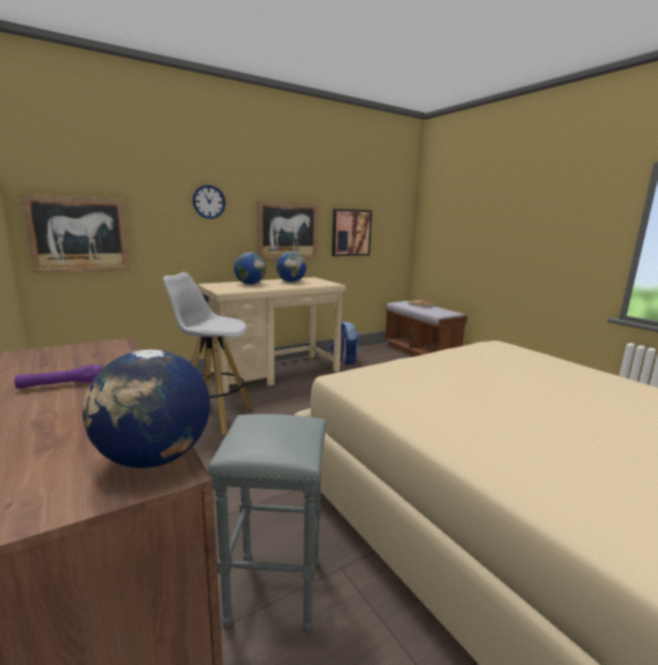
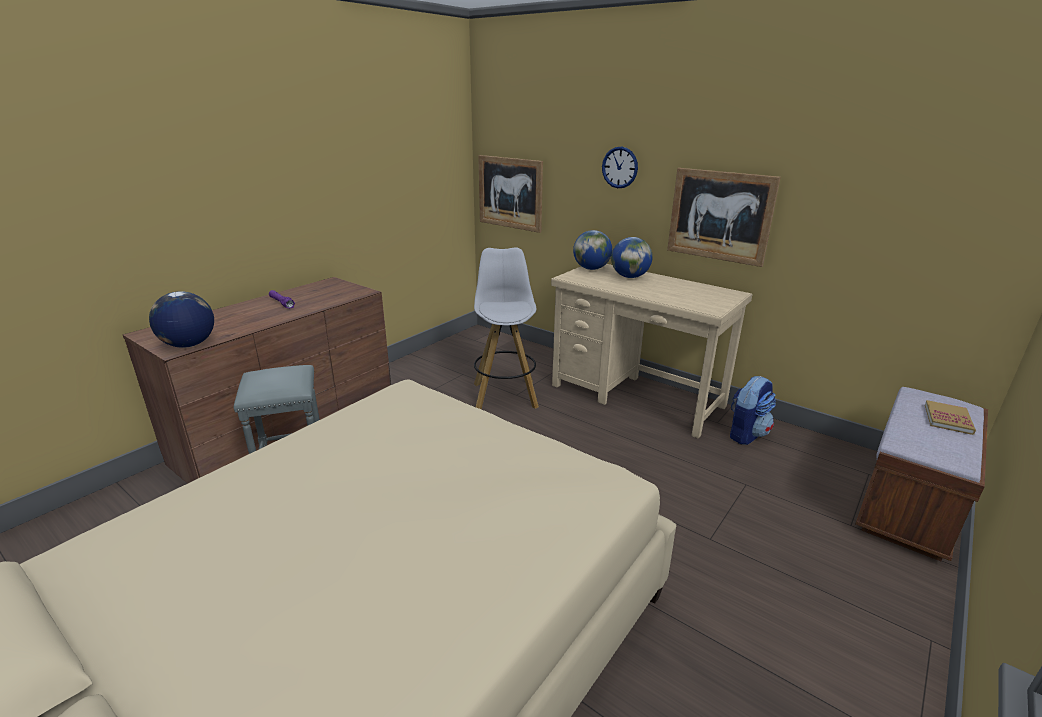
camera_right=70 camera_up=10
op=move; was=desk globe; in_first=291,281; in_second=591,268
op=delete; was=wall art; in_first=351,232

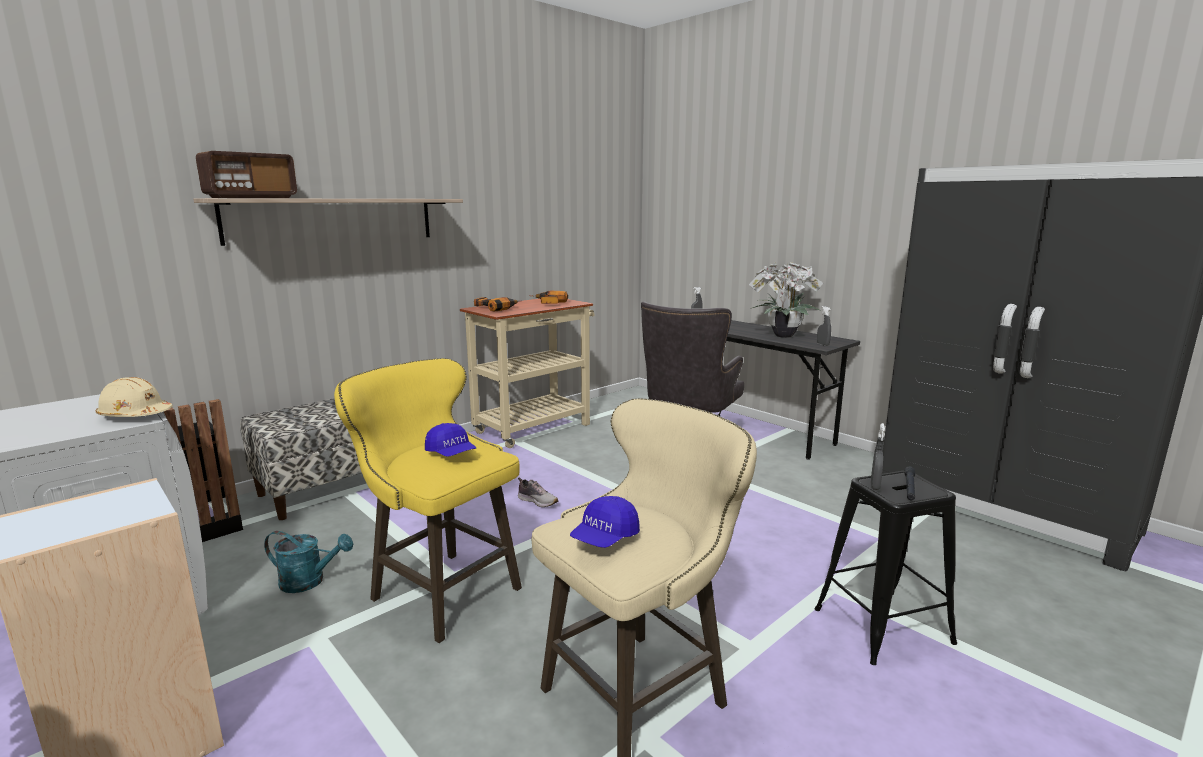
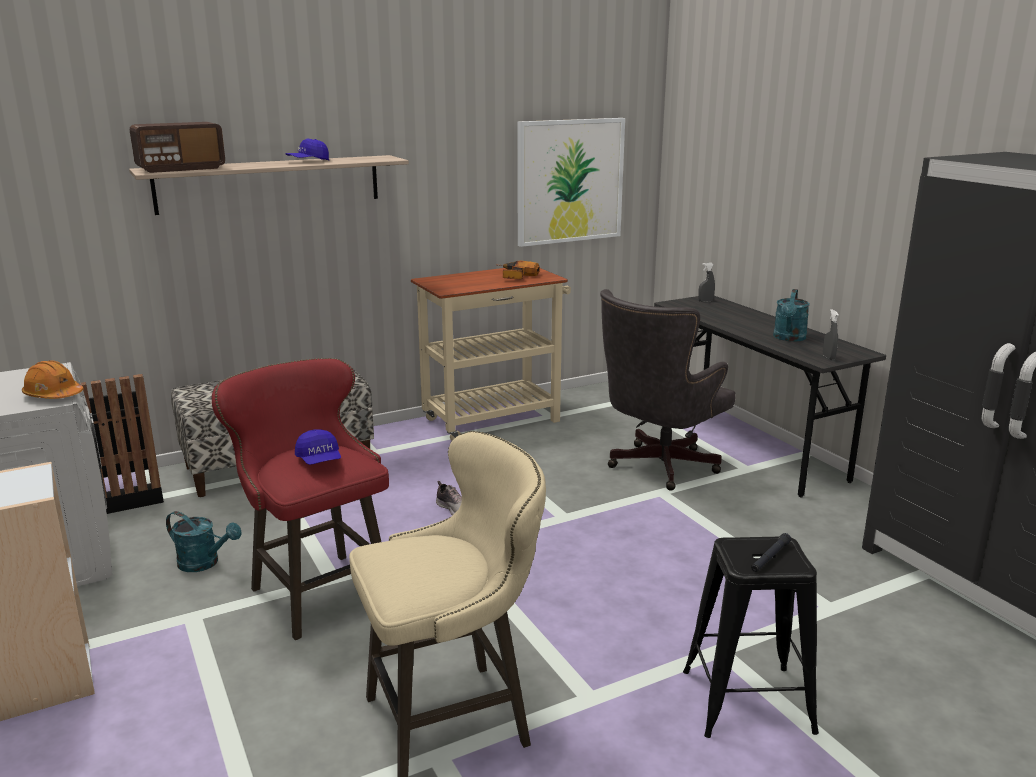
camera_right=15 camera_up=5
op=recolor; was=beige-coloured work helmet; now=orange work helmet; in_first=135,415; in_second=53,395
op=recolor; was=yellow sitting stool; now=red-coloured sitting stool; in_first=442,591; in_second=318,591
op=move; was=blue baseball cap; in_first=605,538; in_second=308,161
op=insert; now=wall art; in_second=570,181
op=replace; was=houseplant; now=turquoise-coloured watering can; in_first=781,335; in_second=789,338
op=delete; was=drill; in_first=496,308
op=delete; was=gray sprayer; in_first=875,486

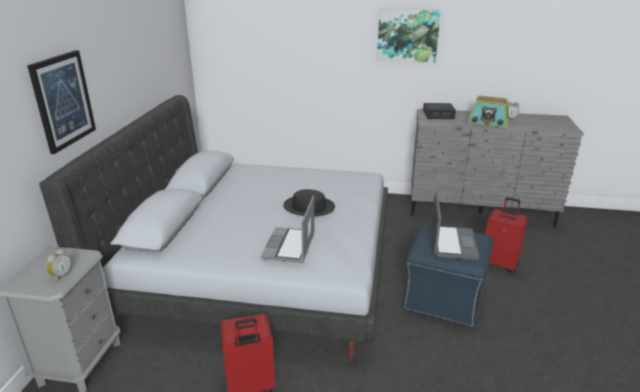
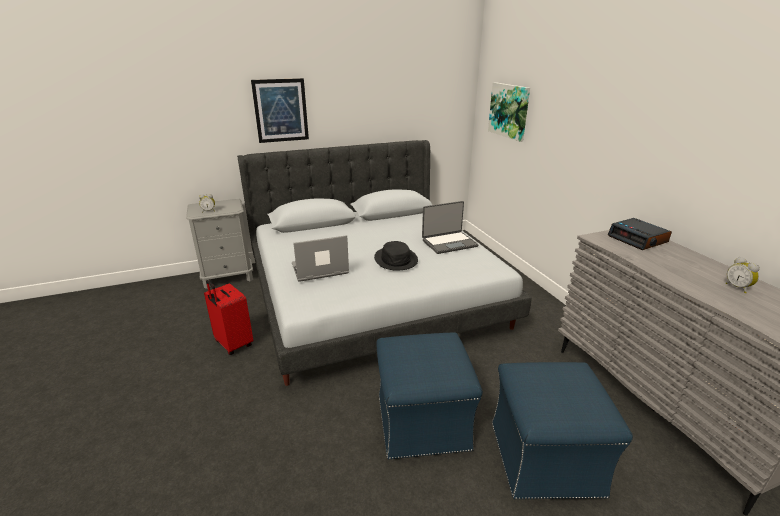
camera_right=60 camera_up=0
op=move; was=notebook computer; in_first=452,243; in_second=449,243
op=move; was=wall art; in_first=407,35; in_second=509,111
op=replace; was=red-coloured suitcase; now=blue ottoman; in_first=499,264; in_second=545,459
op=delete; was=radio receiver; in_first=487,122

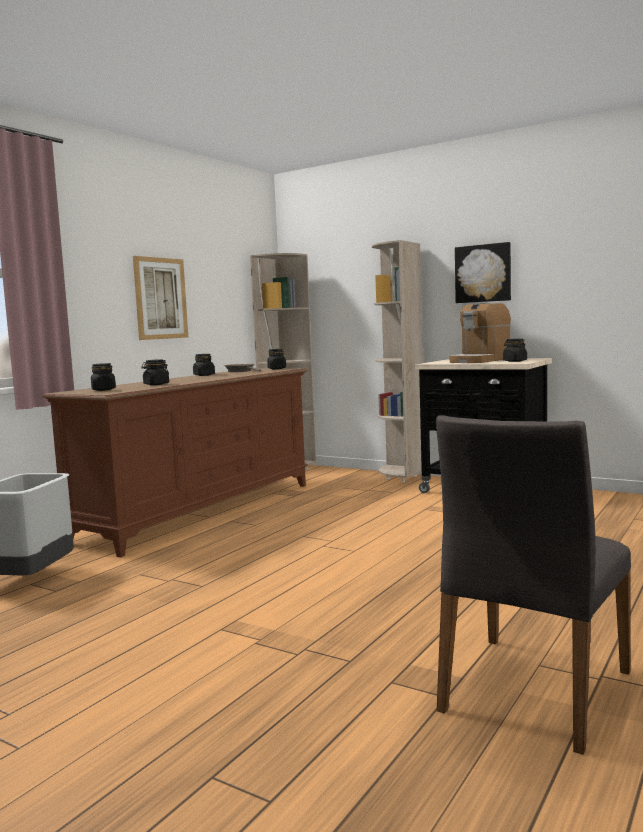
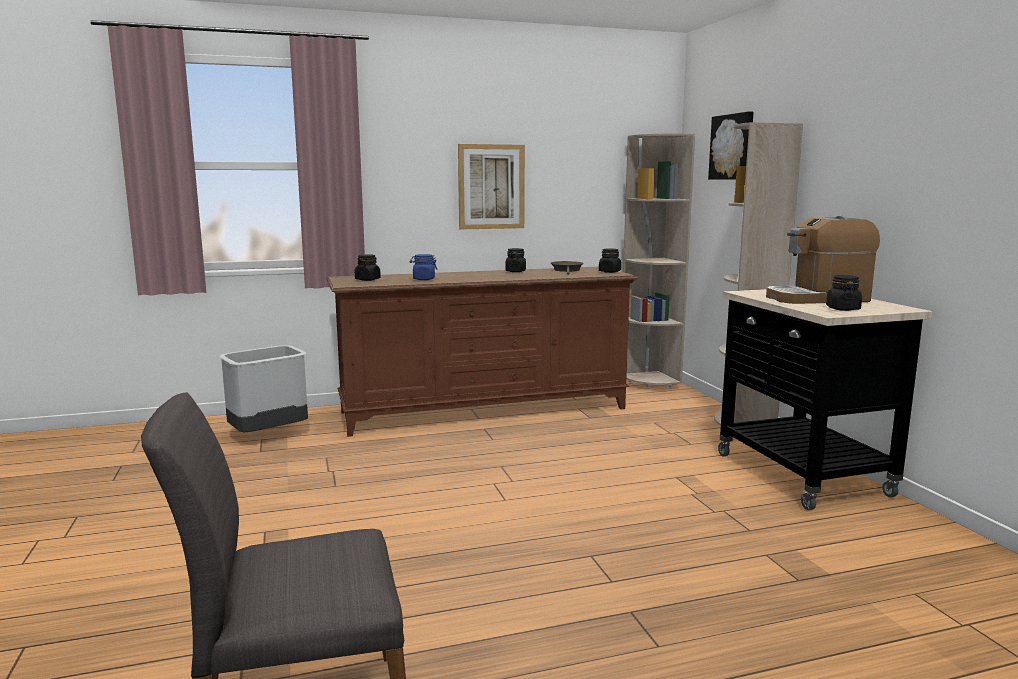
camera_right=40 camera_up=5
op=recolor; was=blackish storage jar; now=blue storage jar; in_first=156,384; in_second=423,279
op=move; was=wall art; in_first=483,273; in_second=732,147

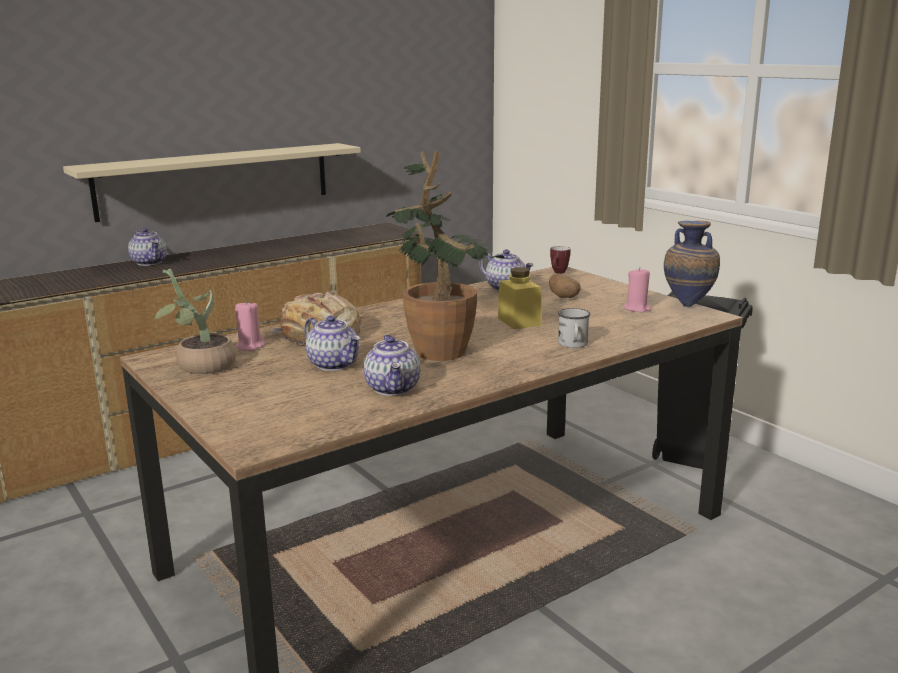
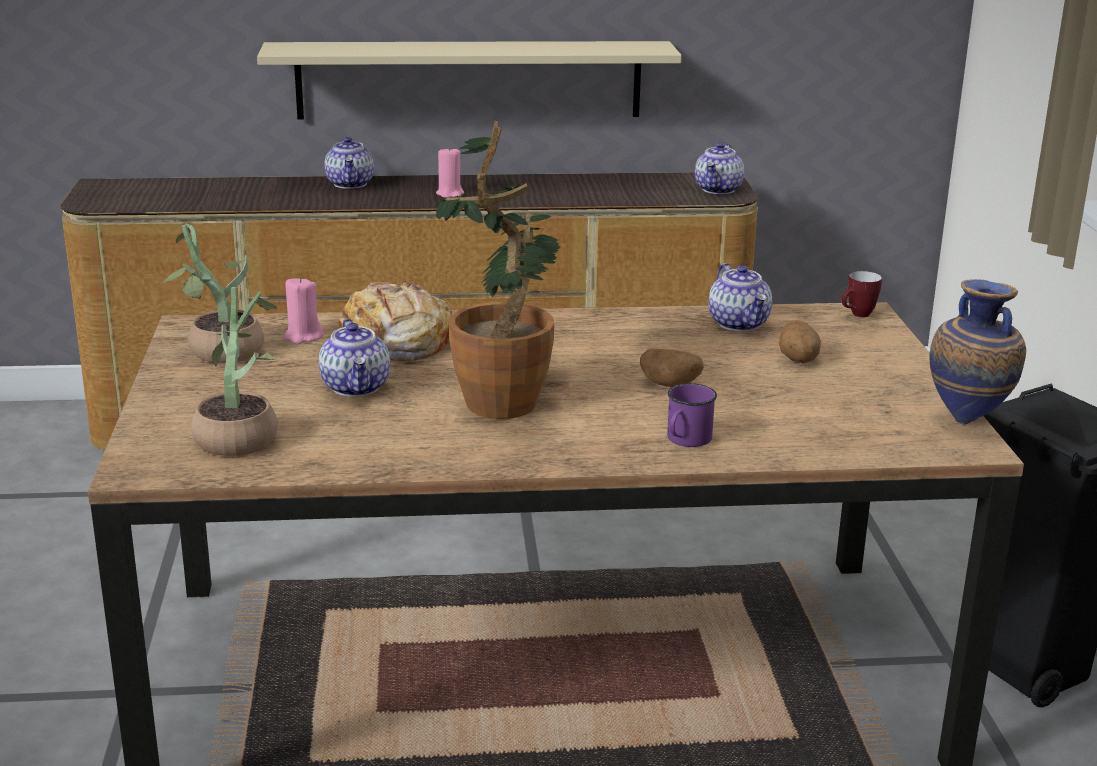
camera_right=30 camera_up=5
op=insert; now=houseplant; in_second=240,435
op=move; was=pink-coloured wax candle; in_first=637,309; in_second=450,194
op=replace; was=yellow storage jar; now=whole potato; in_first=519,321; in_second=670,384
op=recolor; was=white-coloured coffee mug; now=purple-coloured coffee mug; in_first=573,345; in_second=685,440
op=move; was=tea pot; in_first=393,388; in_second=718,190

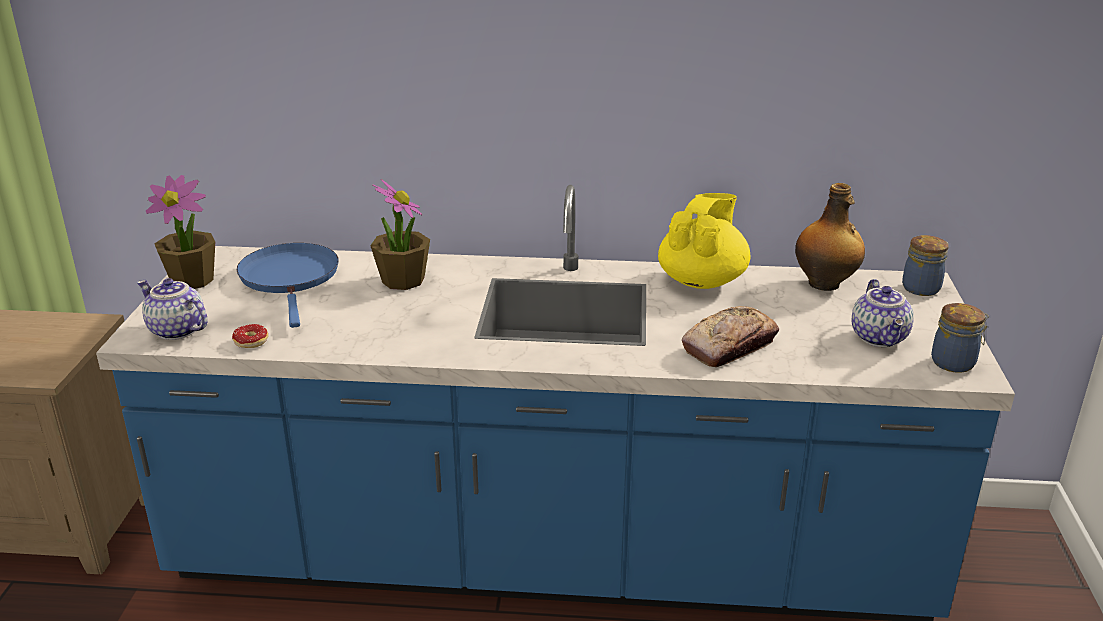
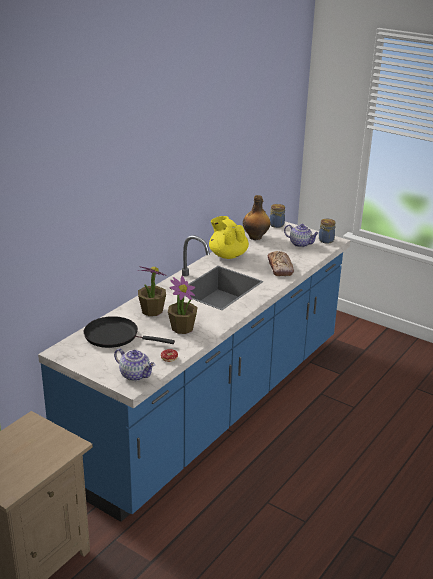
camera_right=-60 camera_up=0
op=recolor; was=blue pan; now=blackish pan; in_first=290,278; in_second=115,336
op=rotate; was=tea pot; in_first=175,331; in_second=135,375; clockwise=-120
op=move; was=houseplant; in_first=192,280; in_second=182,328

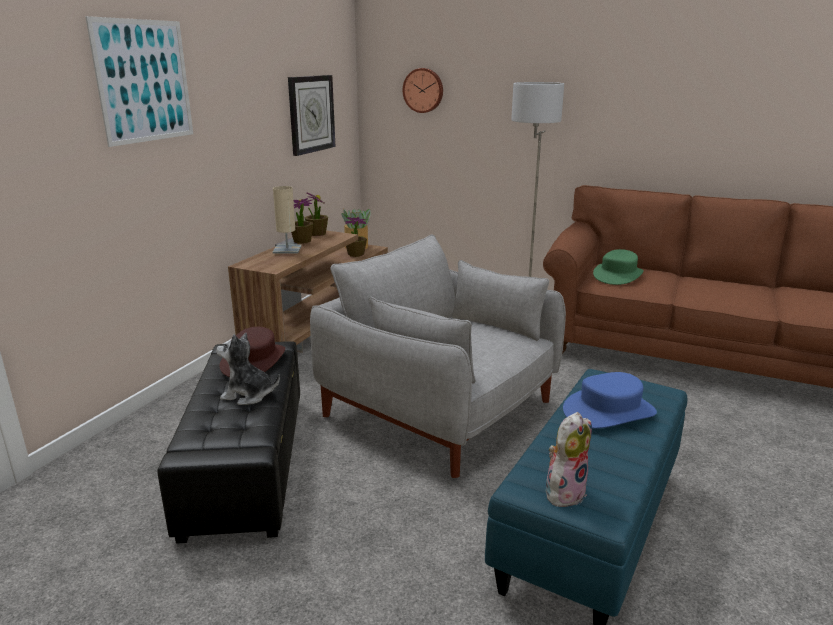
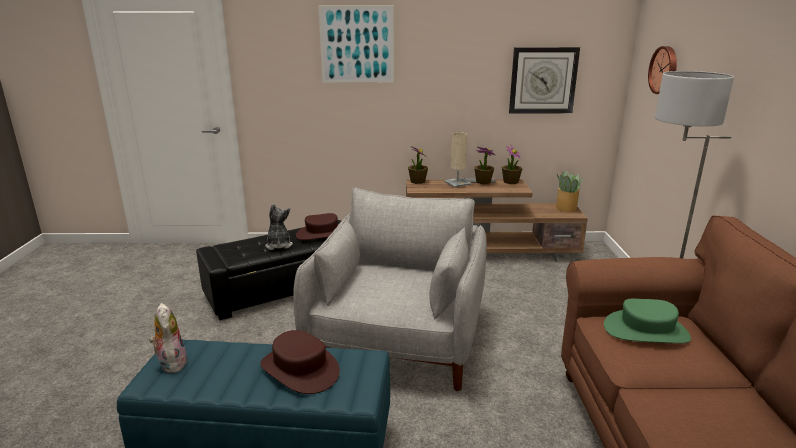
camera_right=65 camera_up=0
op=rotate; was=plush toy; in_first=564,492; in_second=171,363; clockwise=-135
op=recolor; was=blue hat; now=brownish hat; in_first=609,411; in_second=300,369
op=move; was=houseplant; in_first=355,254; in_second=417,181

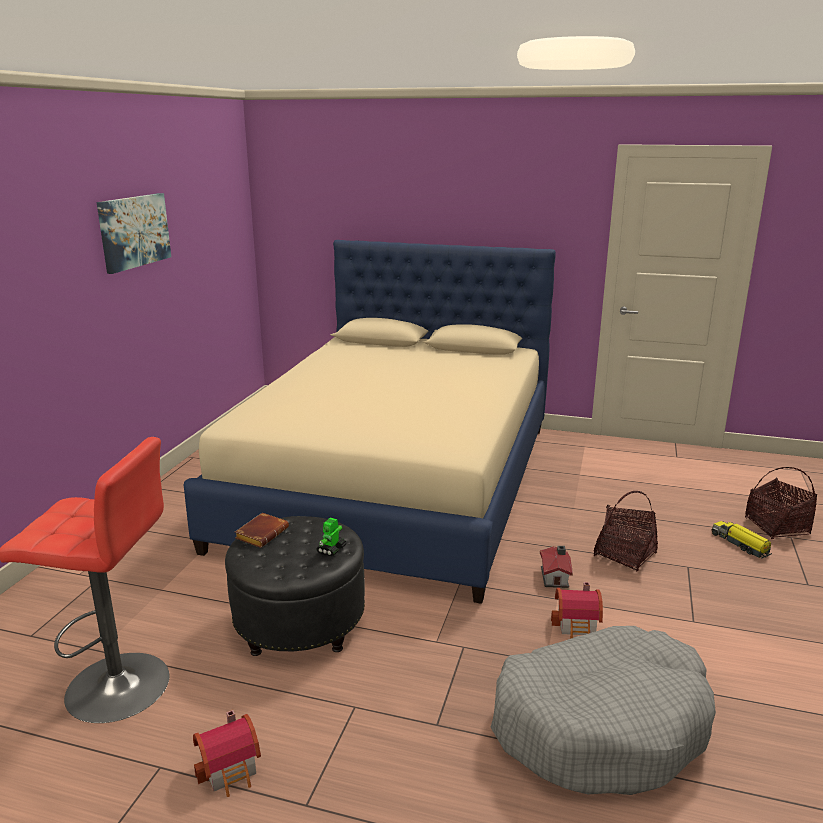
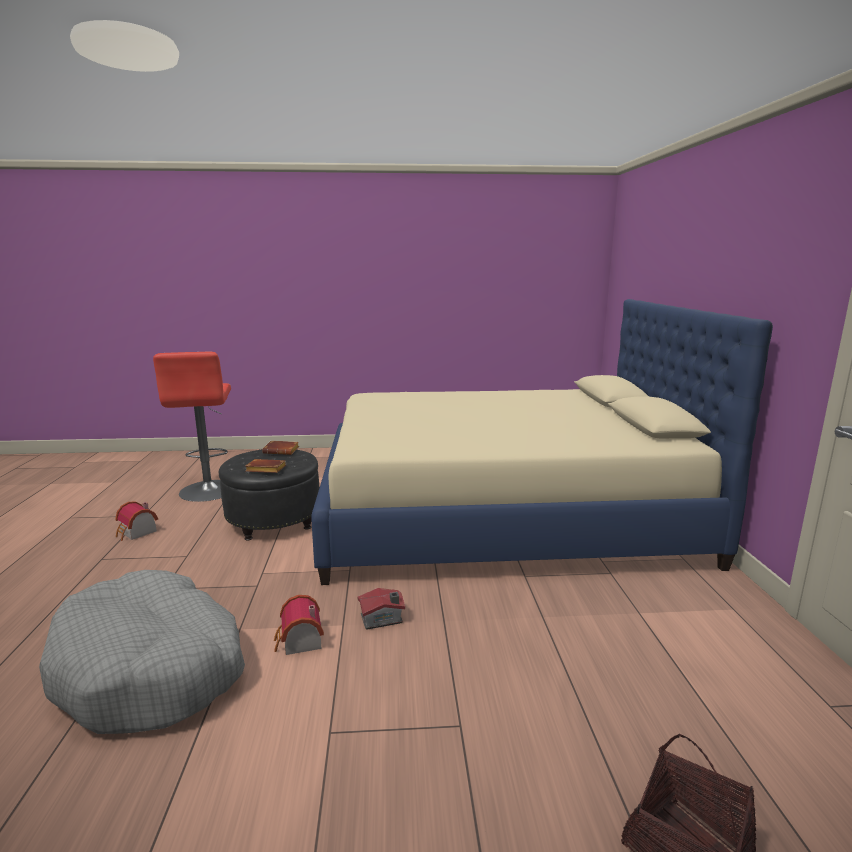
camera_right=70 camera_up=-5
op=replace; was=toy robot; now=brownish volume; in_first=331,549; in_second=264,470
op=delete; was=wall art; in_first=134,231
op=delete; was=storage basket; in_first=625,554
op=delete; was=model truck; in_first=740,544

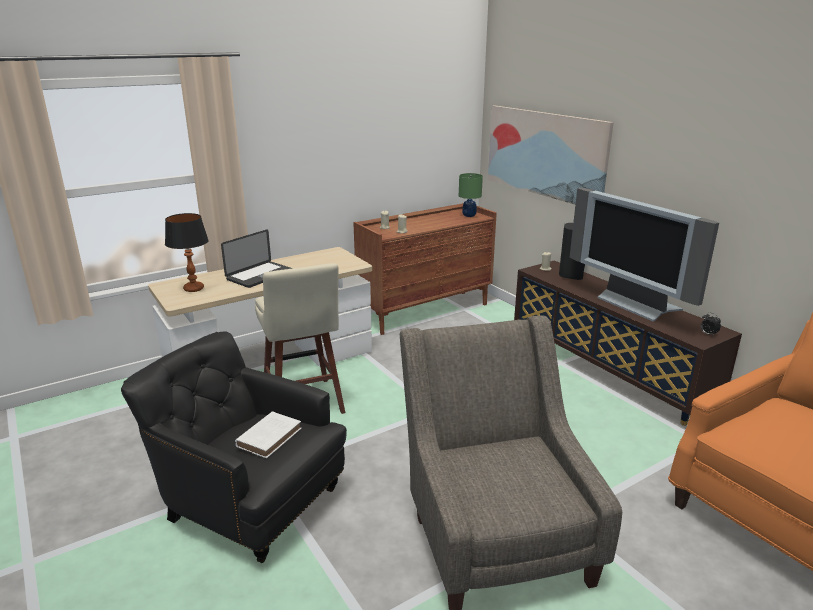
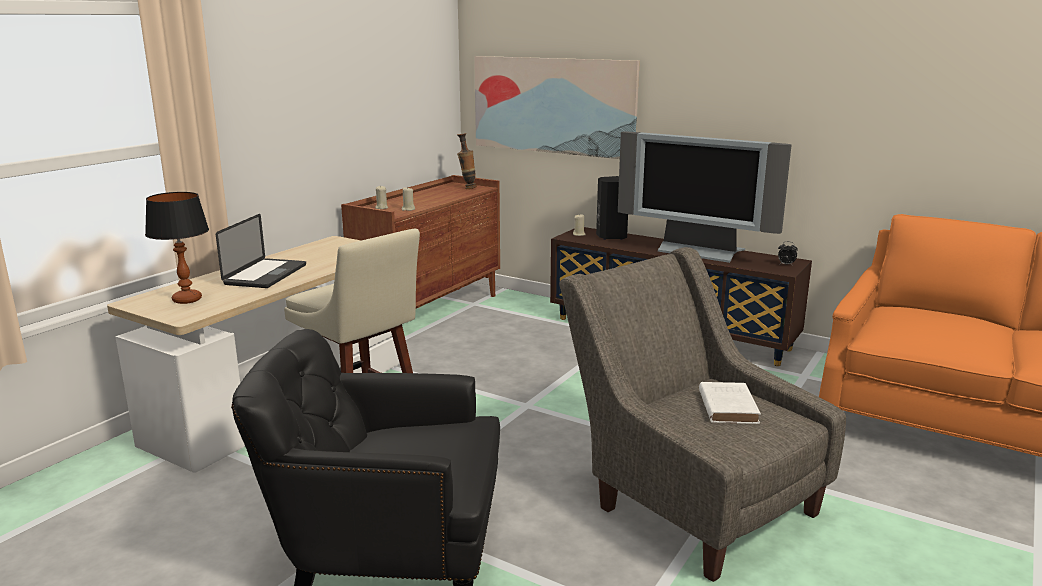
camera_right=-25 camera_up=-5
op=replace; was=green lamp for a table; now=decorative vase; in_first=469,216; in_second=467,188
op=move; was=white-coloured volume; in_first=270,436; in_second=727,406

